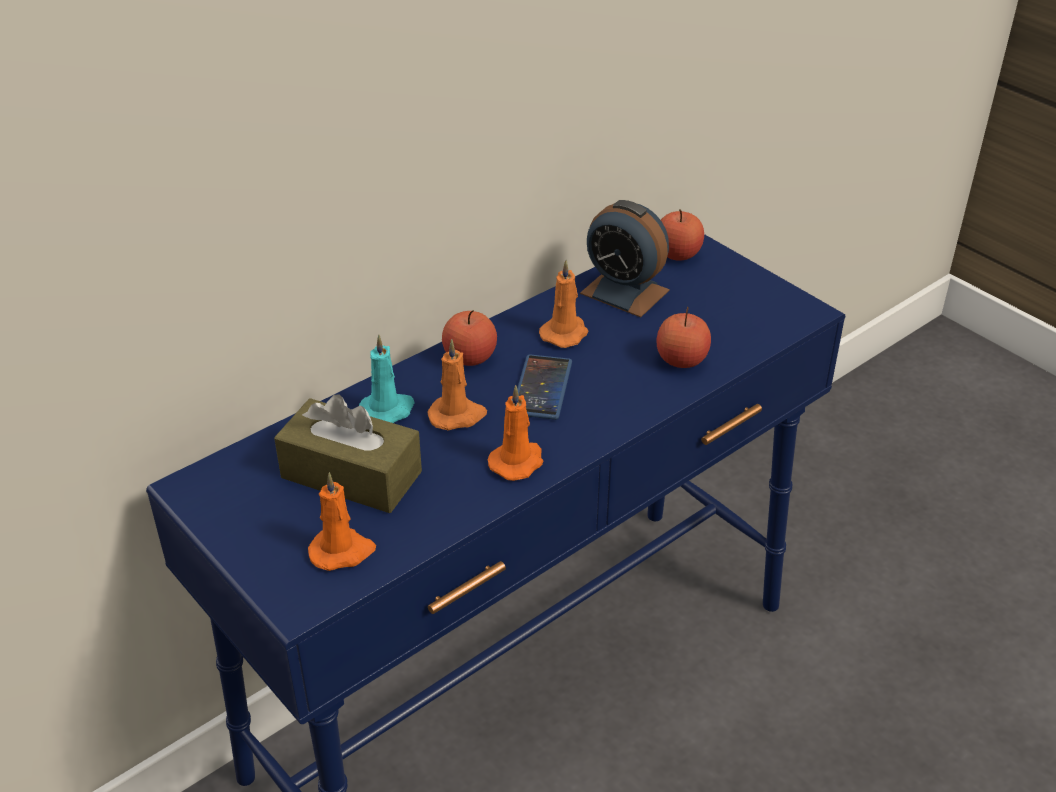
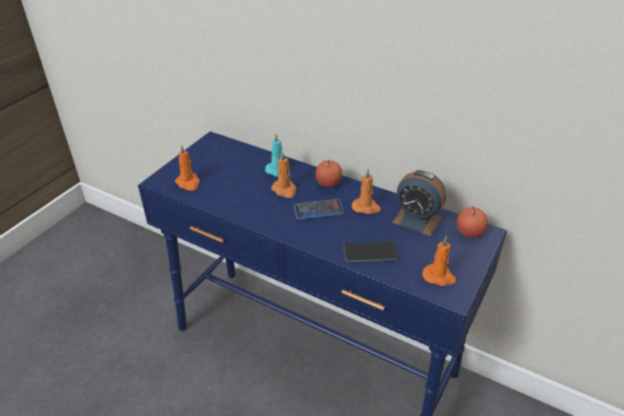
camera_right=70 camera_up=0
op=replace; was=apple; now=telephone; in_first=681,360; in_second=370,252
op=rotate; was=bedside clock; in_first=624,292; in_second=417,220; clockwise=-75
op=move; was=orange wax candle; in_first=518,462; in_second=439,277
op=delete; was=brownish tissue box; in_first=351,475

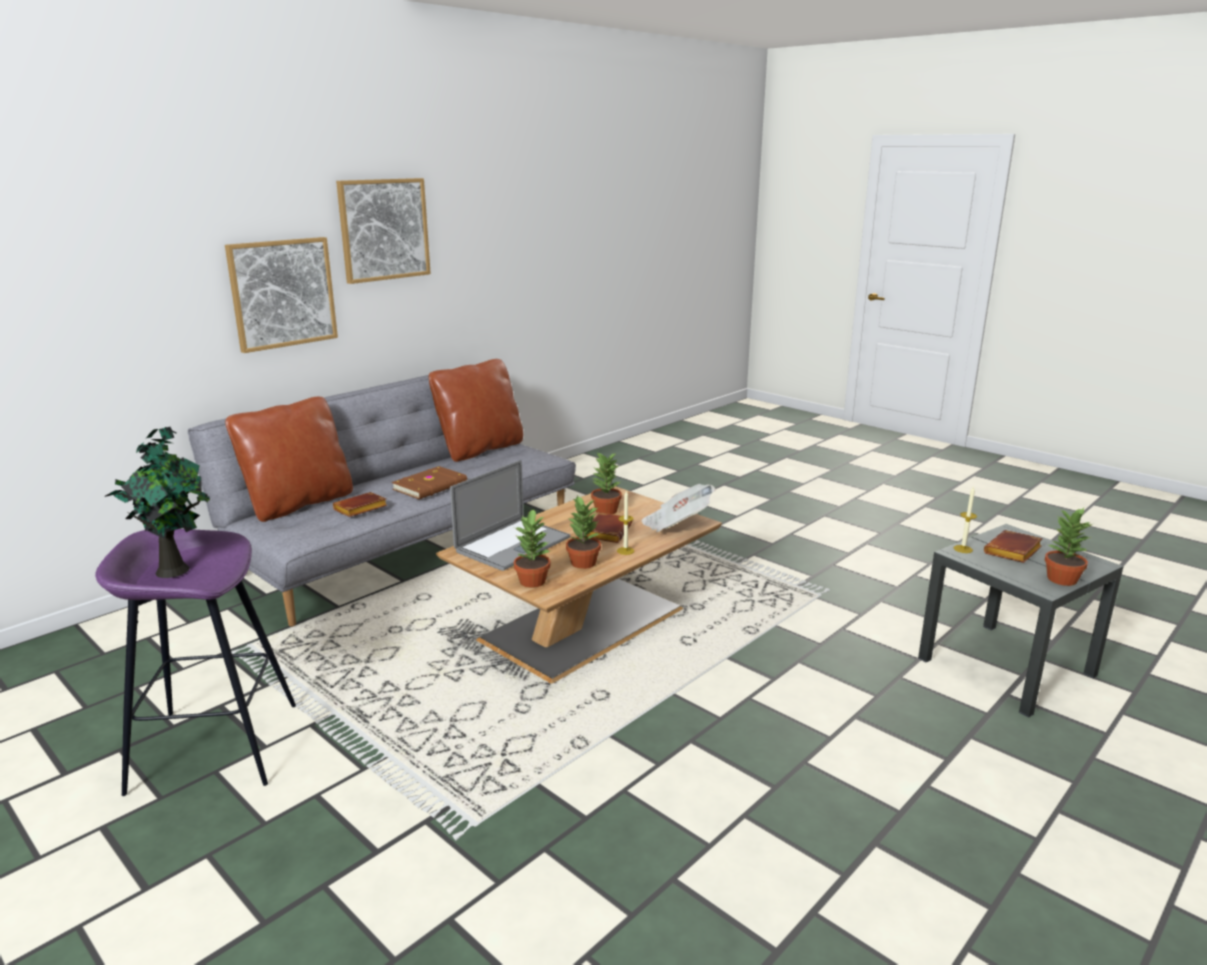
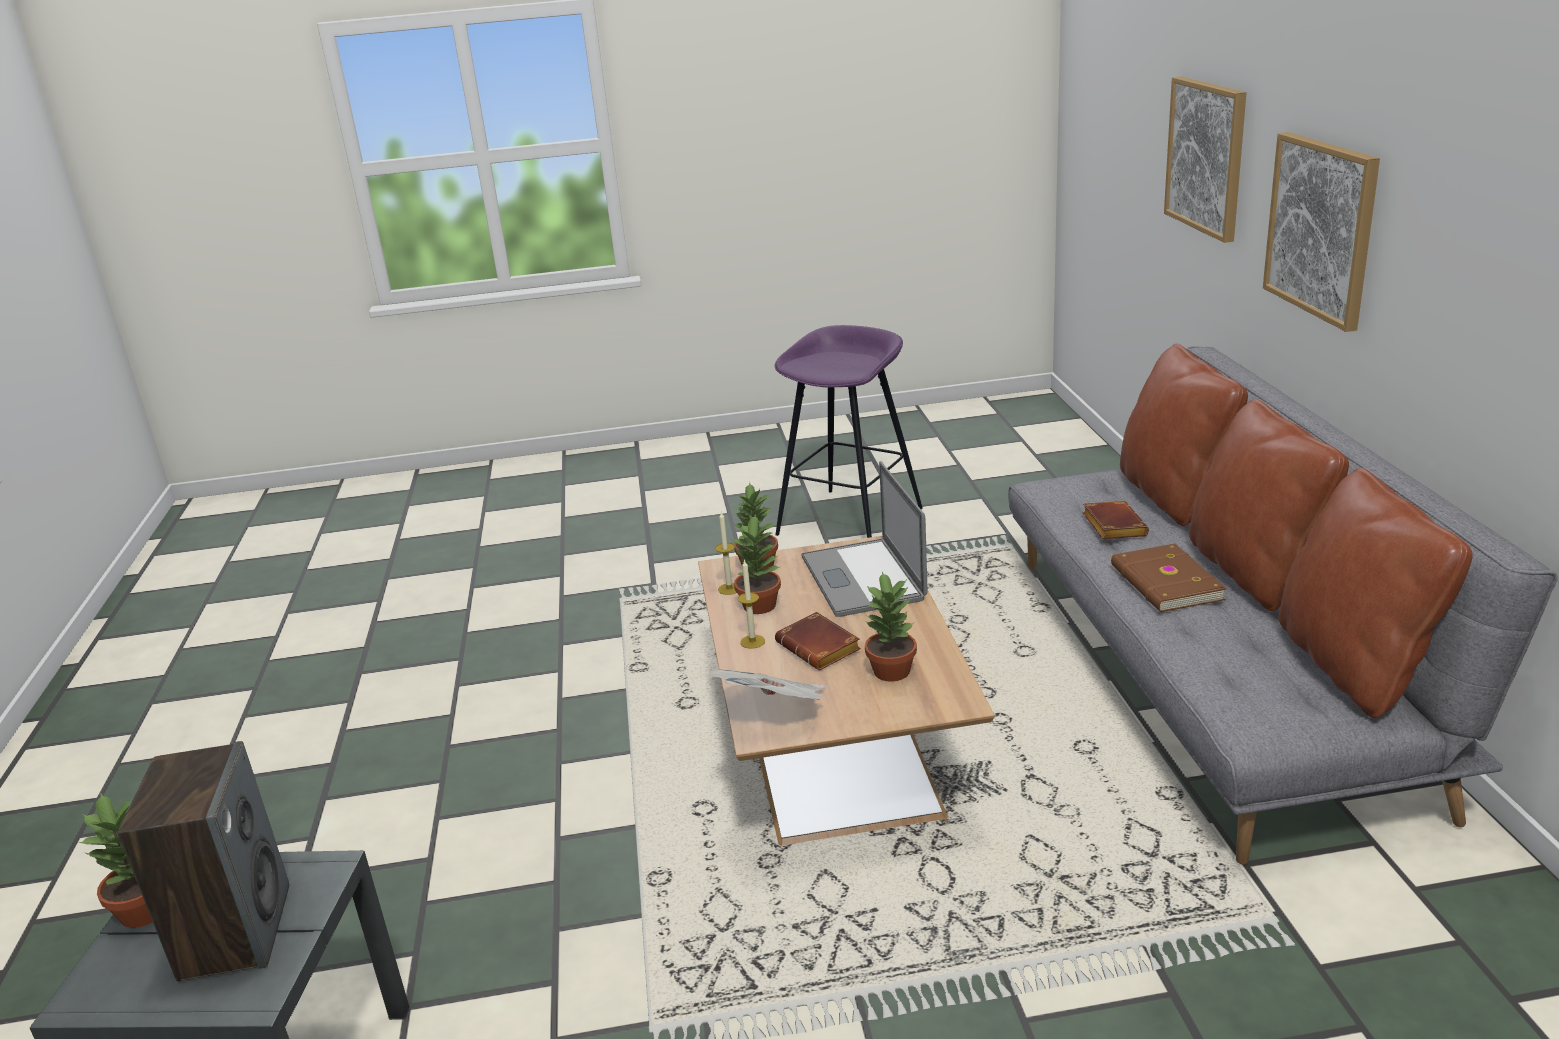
camera_right=130 camera_up=5
op=replace; was=brownish volume; now=speaker; in_first=1013,552; in_second=235,931
op=move; was=wax candle; in_first=963,549; in_second=729,589
op=move; was=wall art; in_first=384,229; in_second=1206,157
op=insert; now=brownish throw pillow; in_second=1254,572
op=delete; was=houseplant; in_first=175,569

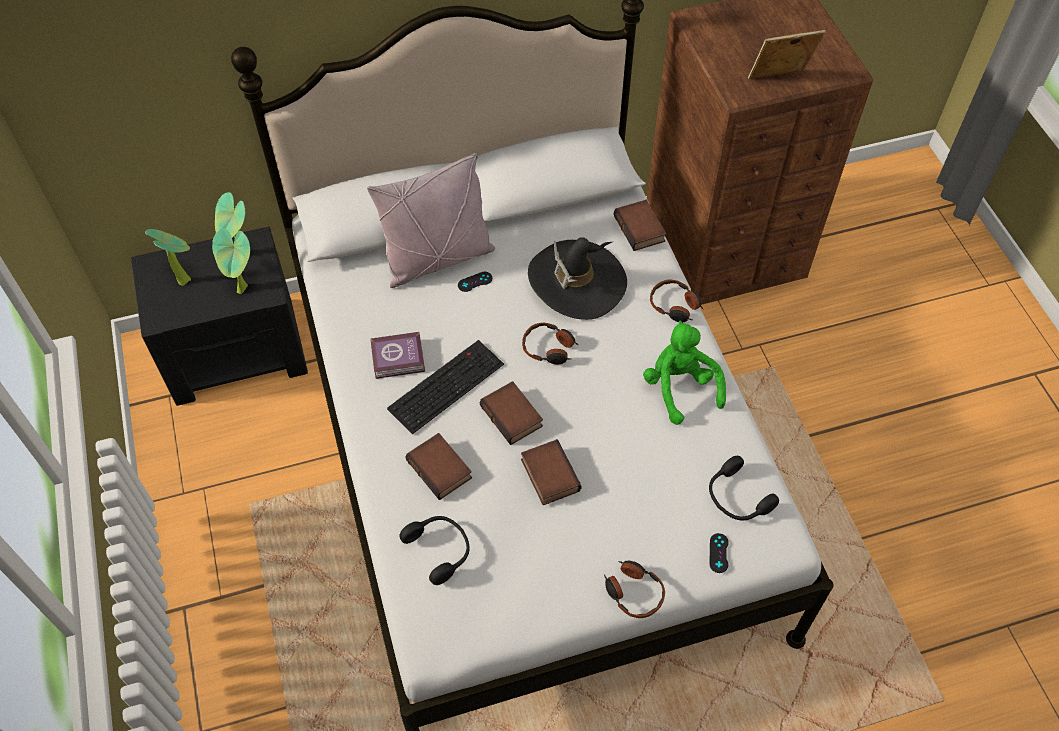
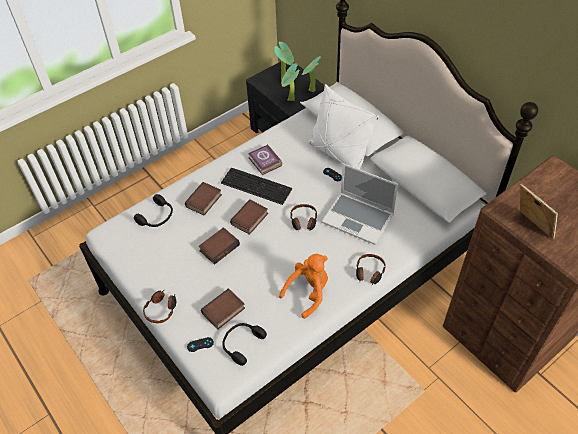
camera_right=70 camera_up=-5
op=move; was=volume; in_first=641,229; in_second=223,312
op=recolor; was=green plush toy; now=orange plush toy; in_first=680,388; in_second=308,292
op=recolor; was=purple-coloured throw pillow; now=white-coloured throw pillow; in_first=438,259; in_second=339,154
op=replace; was=blackish hat; now=notebook computer; in_first=577,281; in_second=359,218

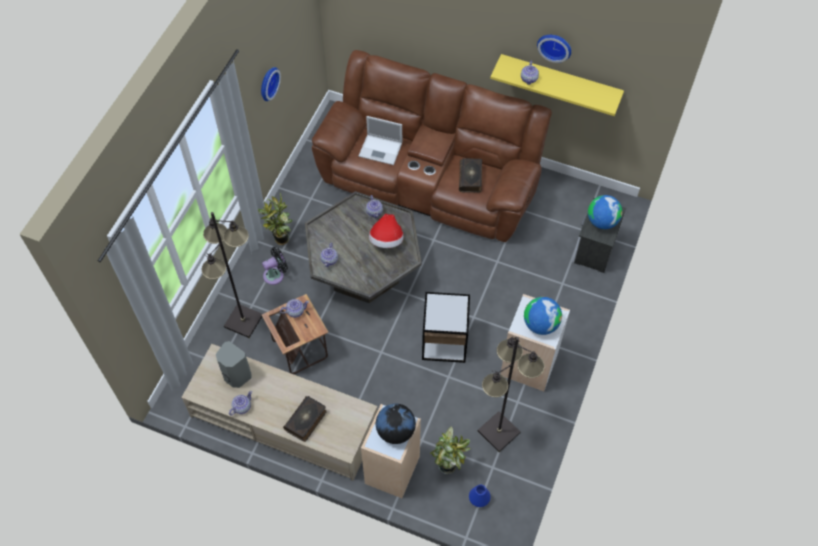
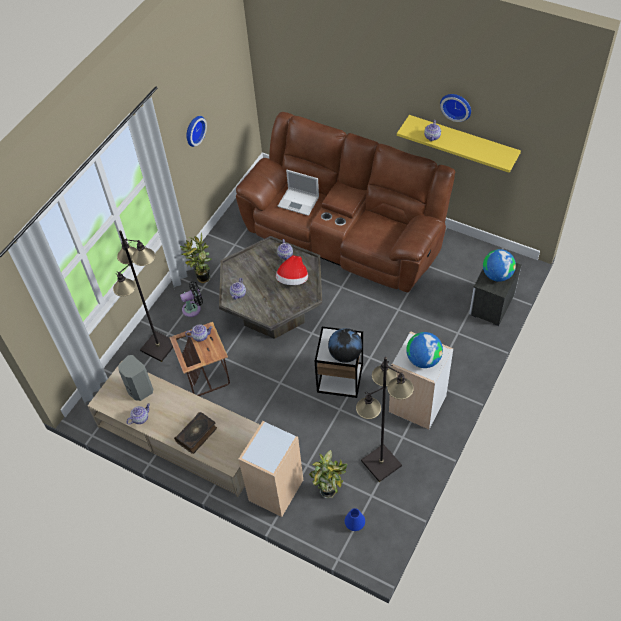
camera_right=10 camera_up=-5
op=move; was=desk globe; in_first=395,431; in_second=345,354
op=delete; was=volume; in_first=471,178

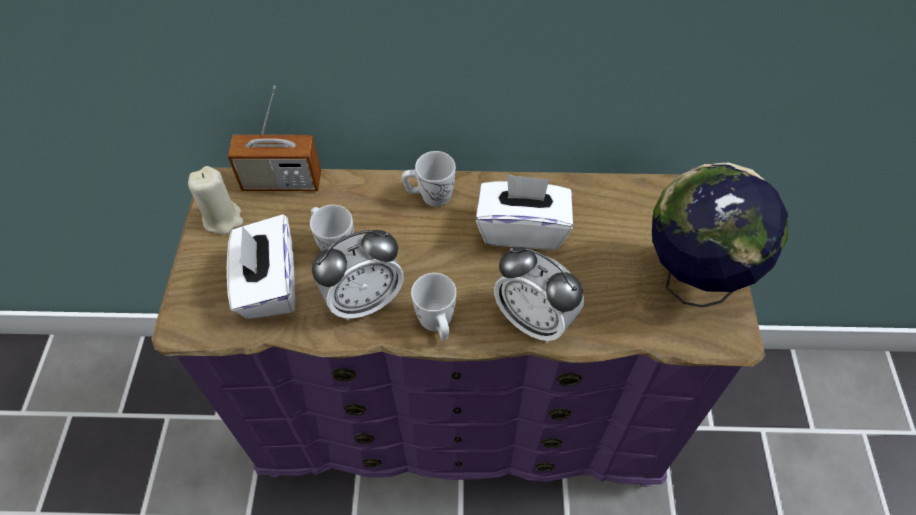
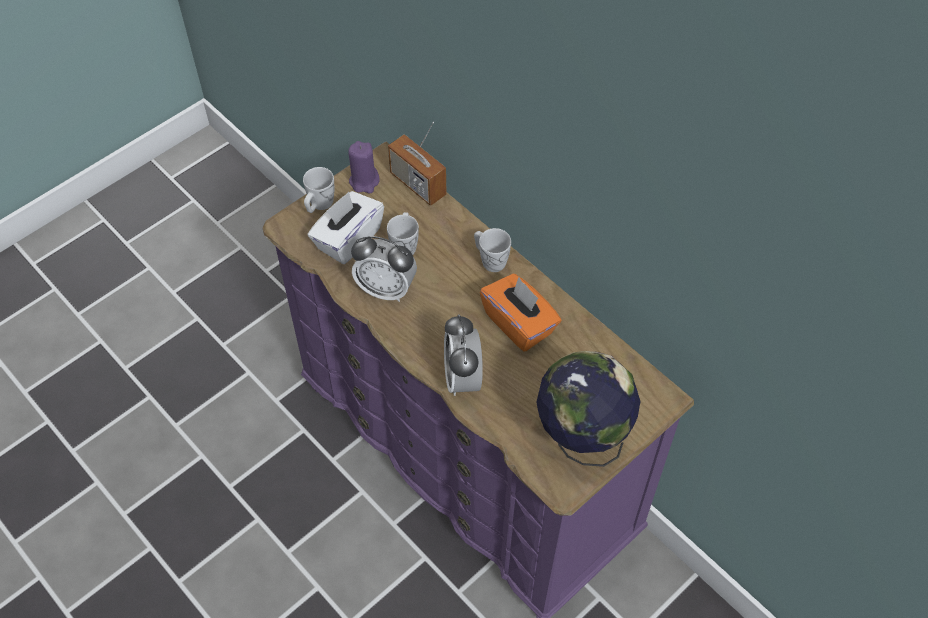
camera_right=45 camera_up=0
op=move; was=white-coloured coffee mug; in_first=437,324; in_second=319,205
op=recolor; was=beige-coloured wax candle; now=purple-coloured wax candle; in_first=223,218; in_second=364,181
op=recolor; was=white-coloured tissue box; now=orange tissue box; in_first=522,229; in_second=519,324

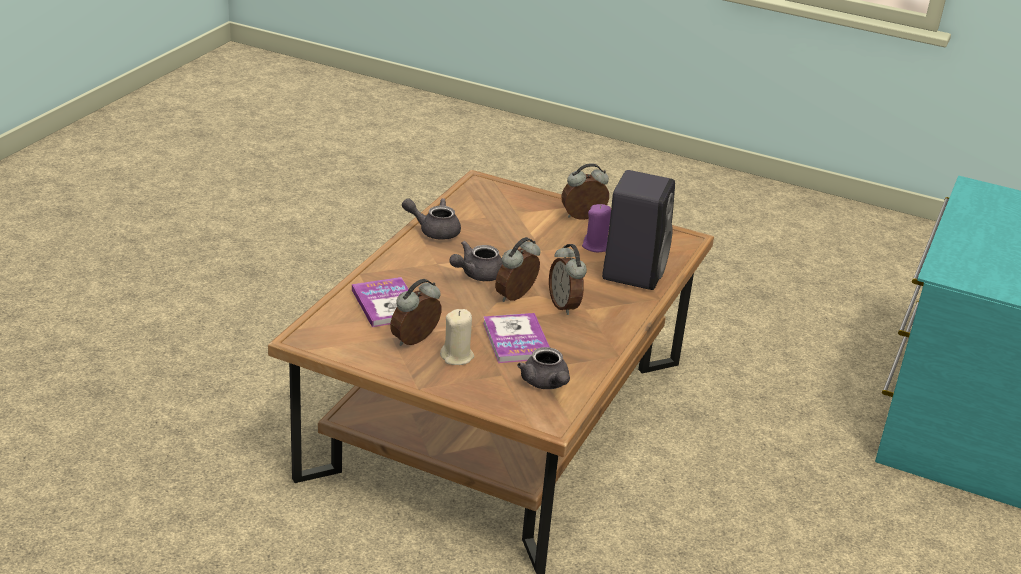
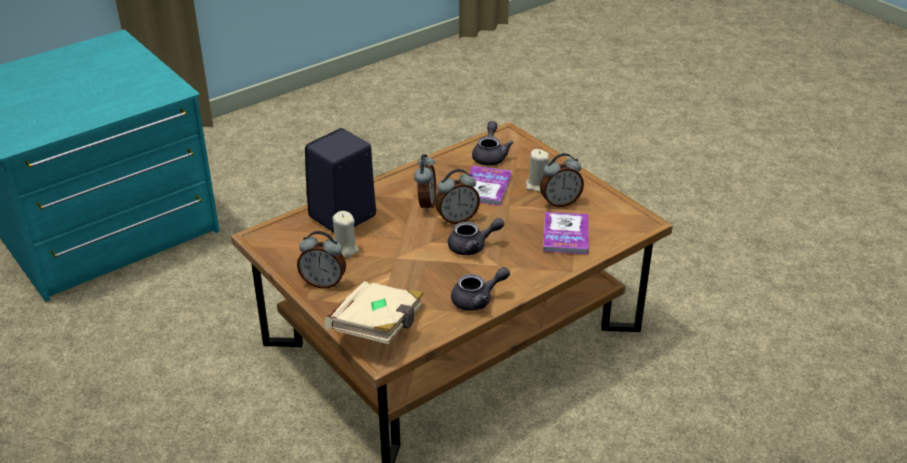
camera_right=-150 camera_up=5
op=insert; now=beige-coloured volume; in_second=378,328
op=recolor; was=purple-coloured wax candle; now=beige-coloured wax candle; in_first=596,246; in_second=345,250
op=rotate; was=gray tea pot; in_first=434,230; in_second=477,300; clockwise=-60

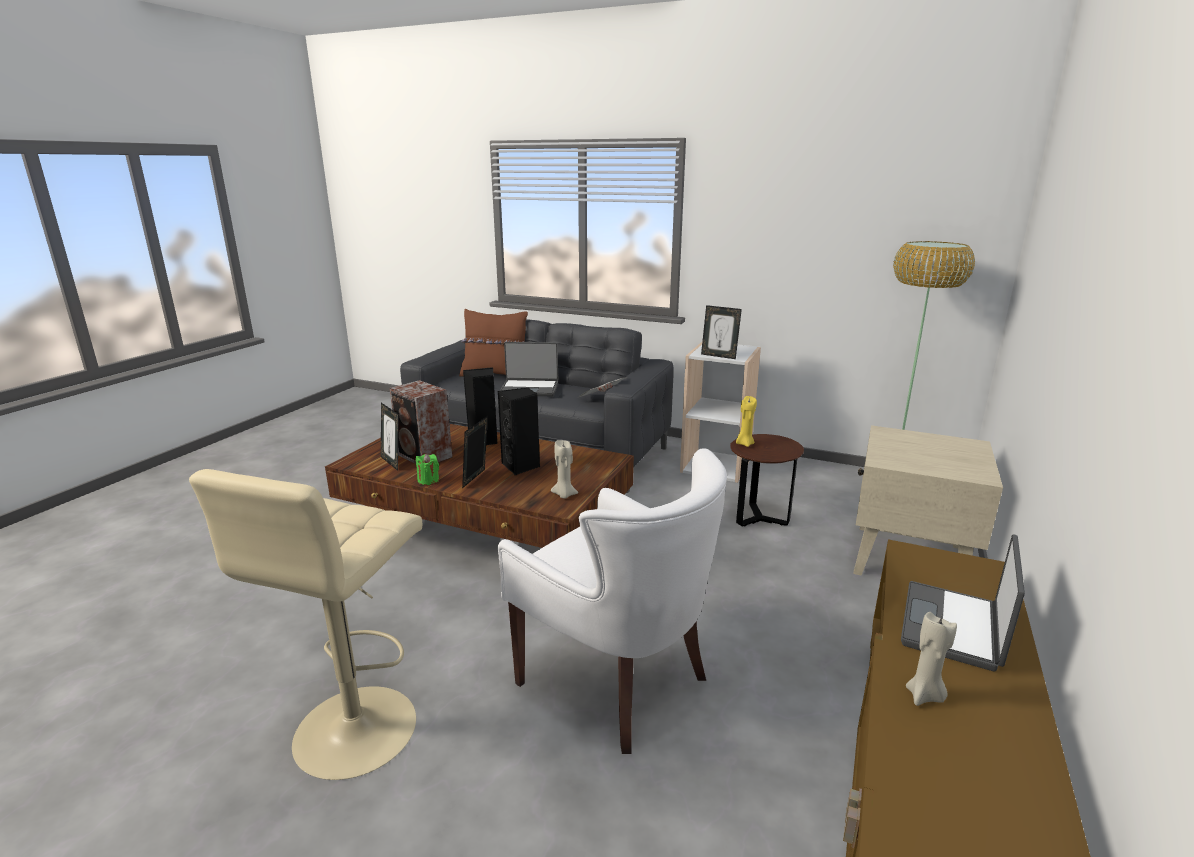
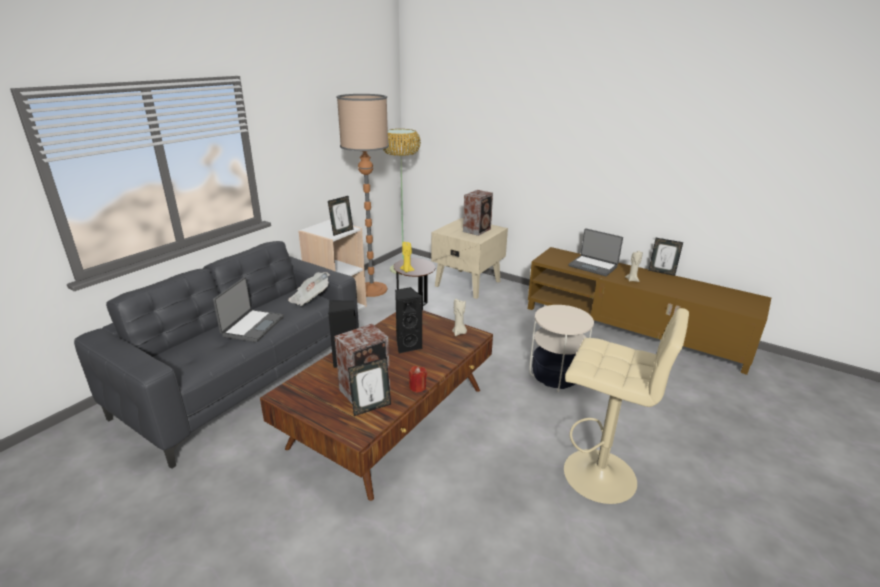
camera_right=-80 camera_up=5
op=insert; now=standing lamp; in_second=372,289
op=recolor; was=green wax candle; now=red-coloured wax candle; in_first=428,480; in_second=417,387
op=insert; now=speaker; in_second=477,230
op=replace; was=white-coloured armchair; now=beige-coloured side table; in_first=616,683; in_second=555,378
op=move; was=picture frame; in_first=477,479; in_second=661,272
op=delete; was=brownish throw pillow; in_first=495,375

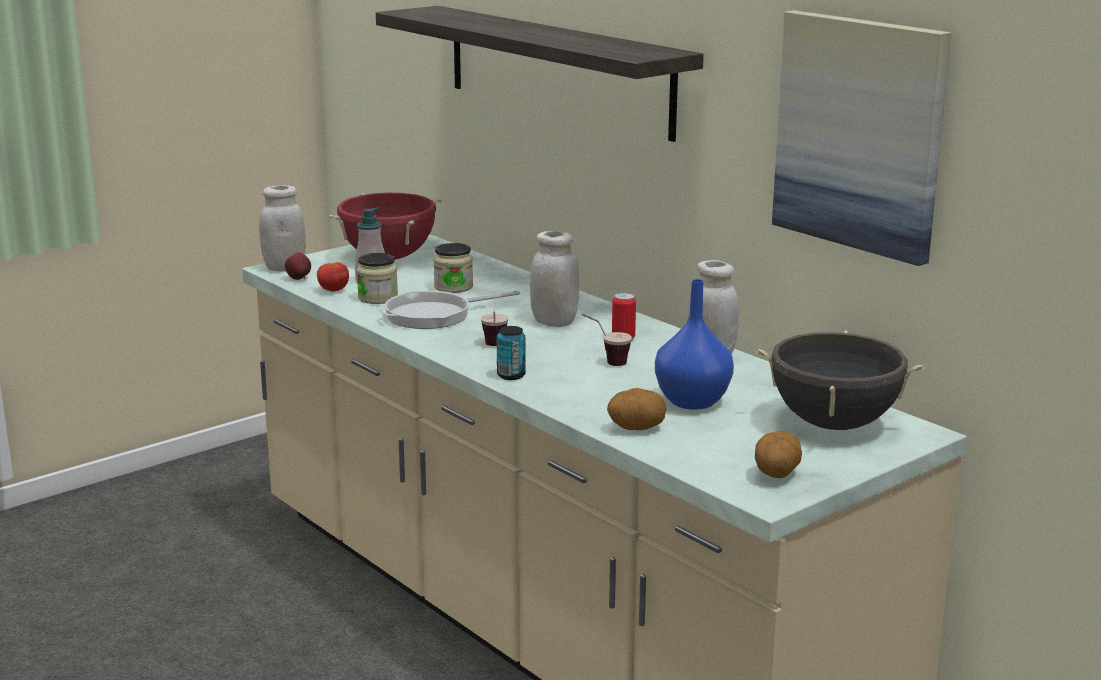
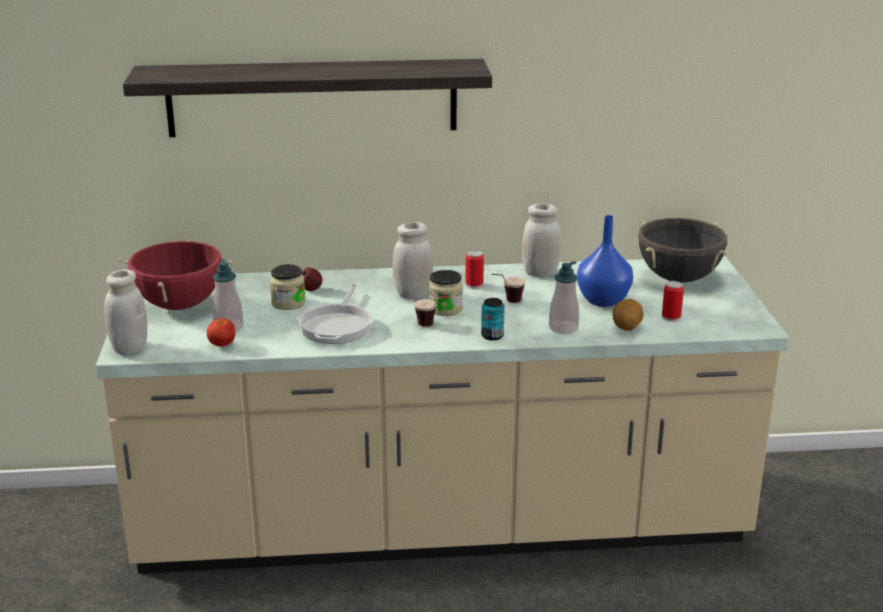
camera_right=-55 camera_up=5
op=move; was=apple; in_first=299,279; in_second=311,289
op=move; was=storage jar; in_first=378,298; in_second=445,309
op=insert; now=soap bottle; in_second=563,328
op=insert; now=sealed can; in_second=671,318
op=delete; was=whole potato; in_first=776,474
op=delete; was=wall art; in_first=860,134

